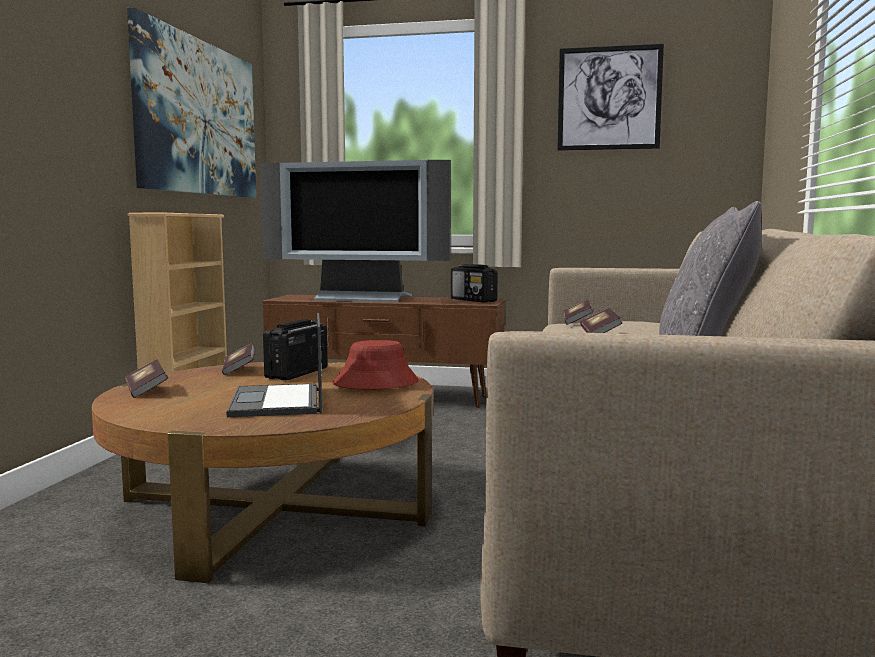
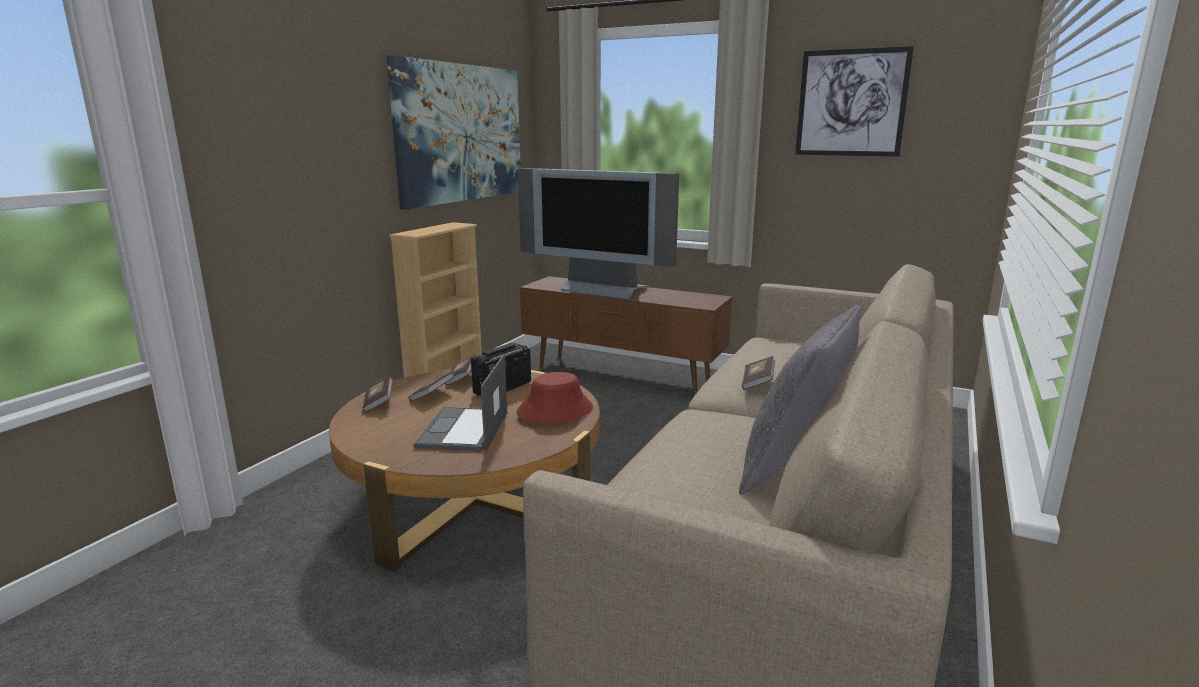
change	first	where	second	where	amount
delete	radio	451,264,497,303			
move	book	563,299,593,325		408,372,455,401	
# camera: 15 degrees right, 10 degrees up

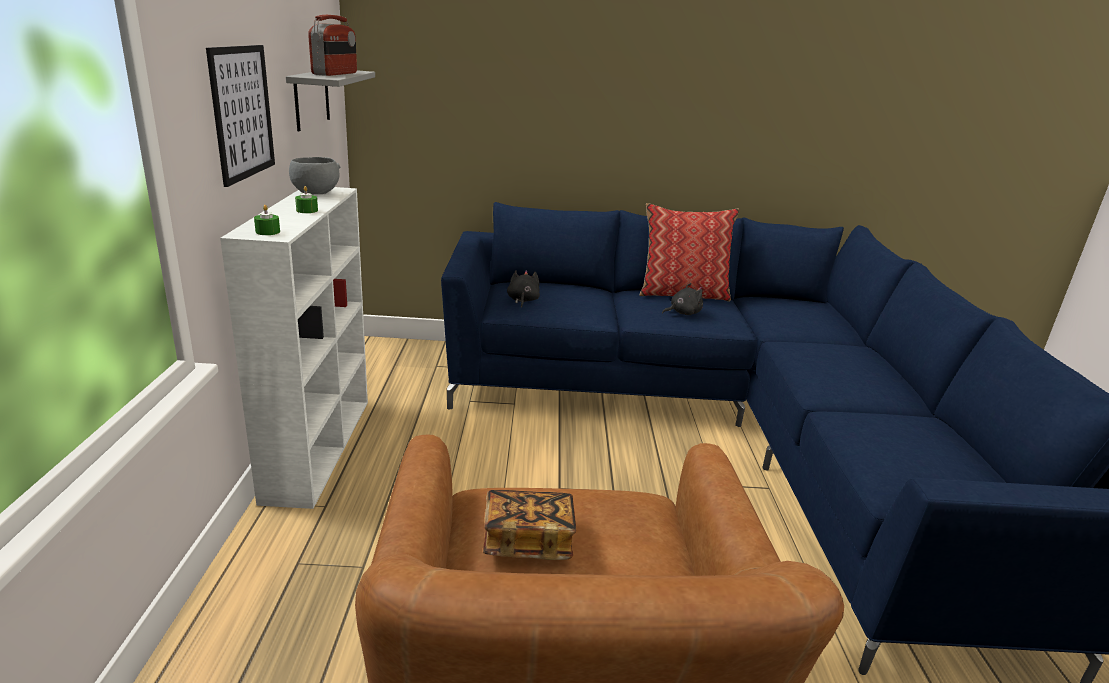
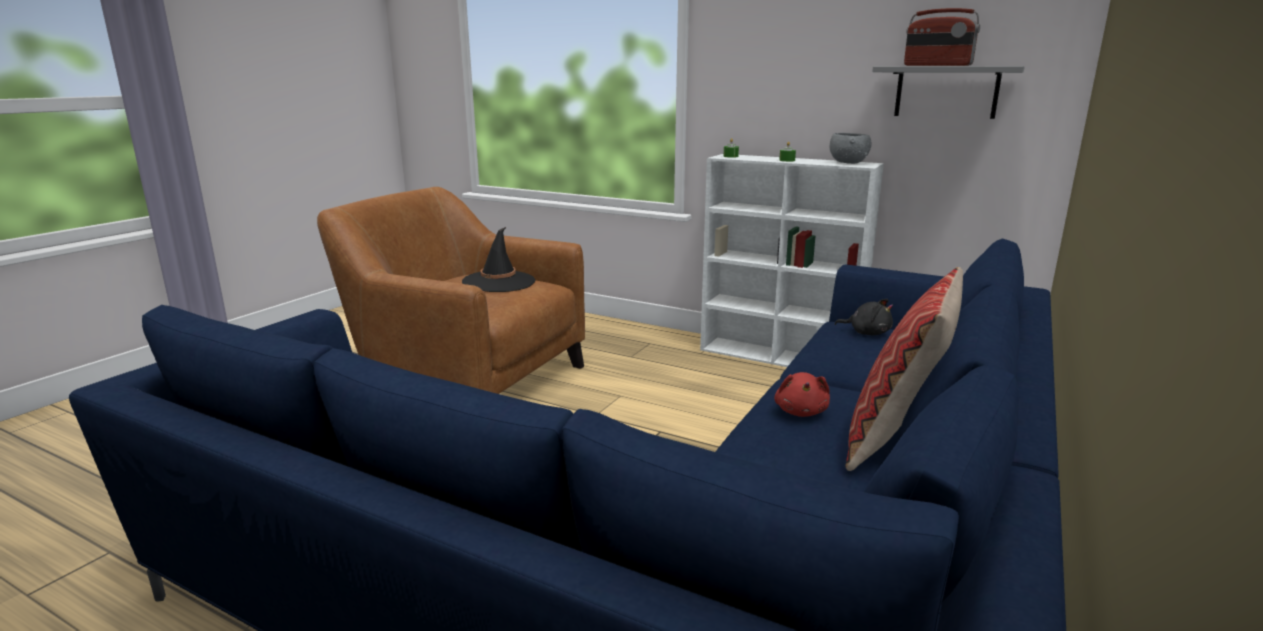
change	first	where	second	where	amount
delete	picture	206,45,275,187			
replace	book	483,490,576,560	black hat	462,227,535,292	
recolor	black plush toy	662,283,703,315	red plush toy	774,372,830,417	
# camera: 120 degrees right, 5 degrees down

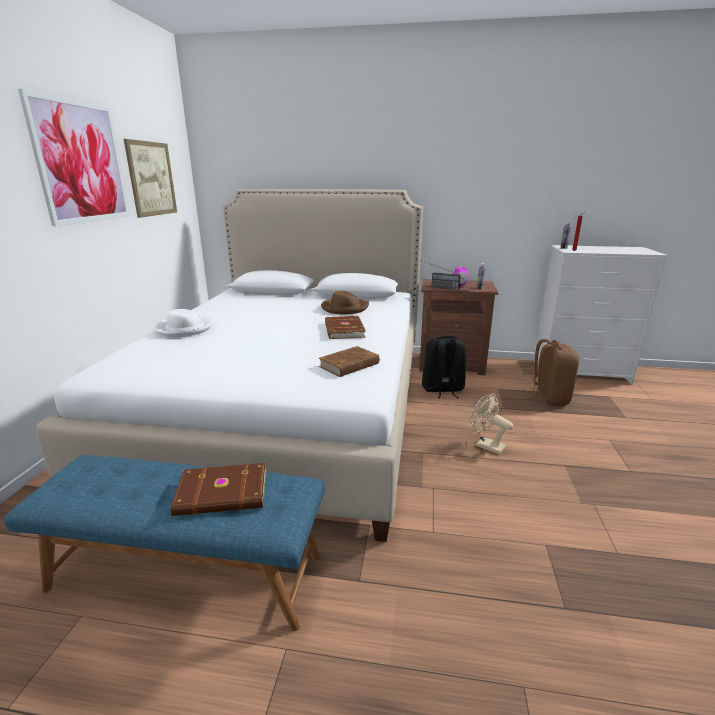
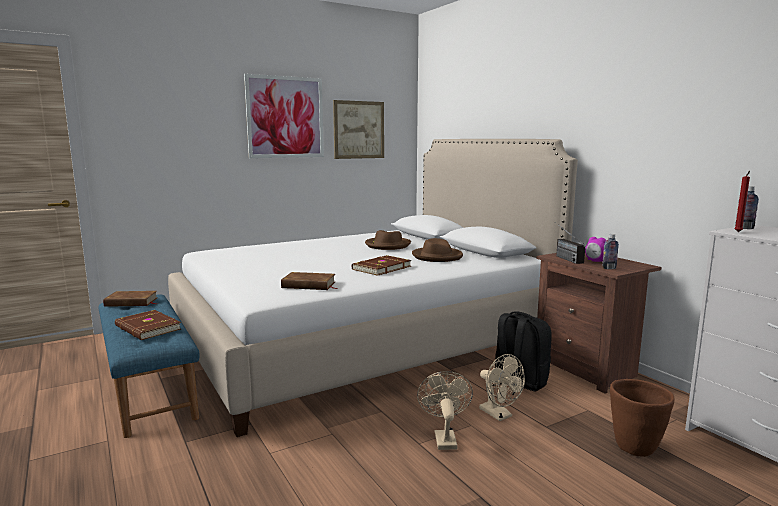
change	first	where	second	where	amount
delete	white hat	154,309,214,337			
replace	brown backpack	522,339,579,406	brown planter	610,379,675,457	
insert			brown book	103,291,157,307	
insert			brown hat	365,230,411,250	
insert			beige fan	479,354,525,421	
# camera: 50 degrees right, 10 degrees down

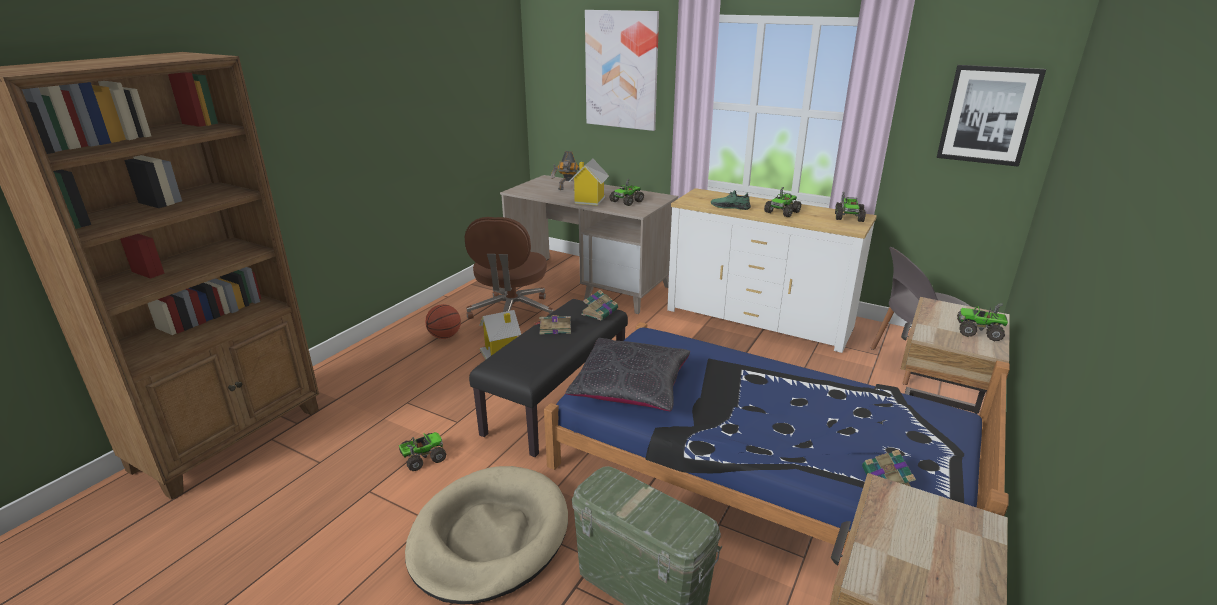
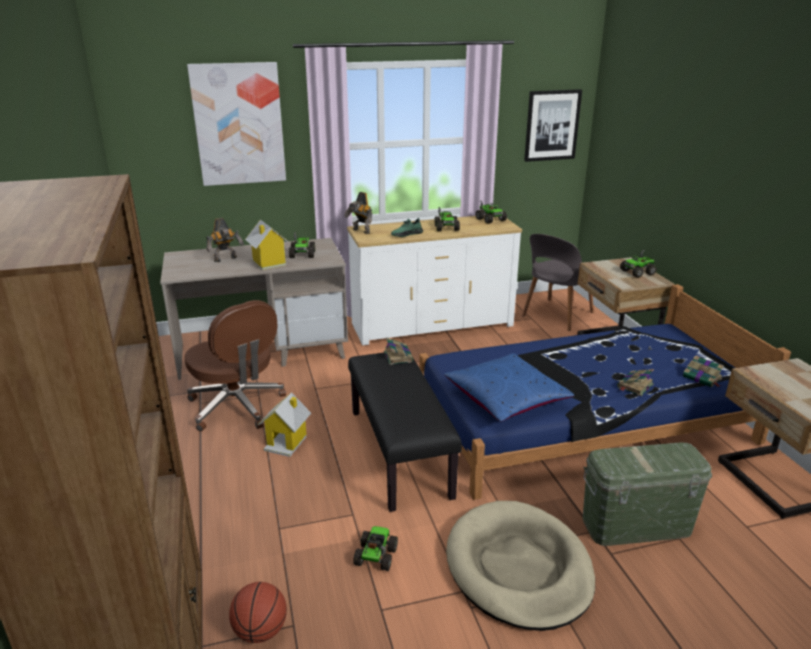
change	first	where	second	where	amount
move	basketball	425,304,461,339		229,582,287,643	
move	book	535,315,571,334		617,369,654,396	
recolor	black pillow	565,338,690,411	blue pillow	444,353,574,421	
insert			toy robot	344,192,372,234	
# camera: 45 degrees left, 0 degrees up

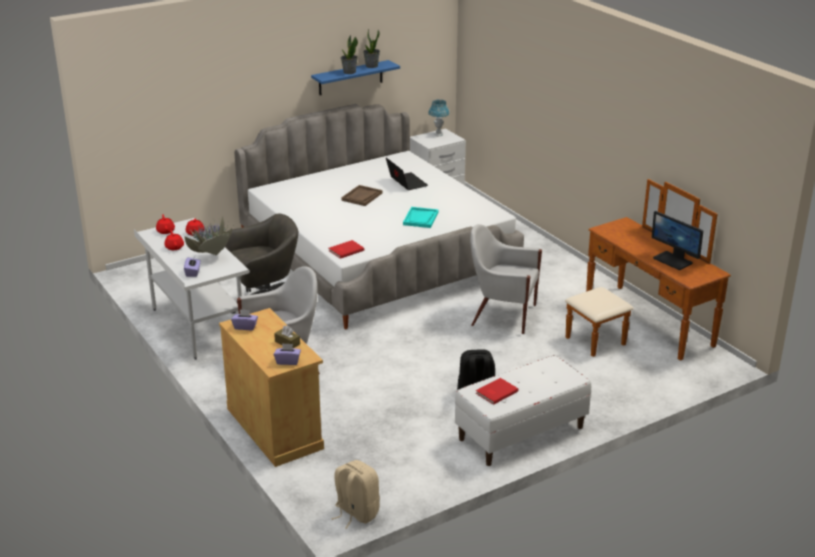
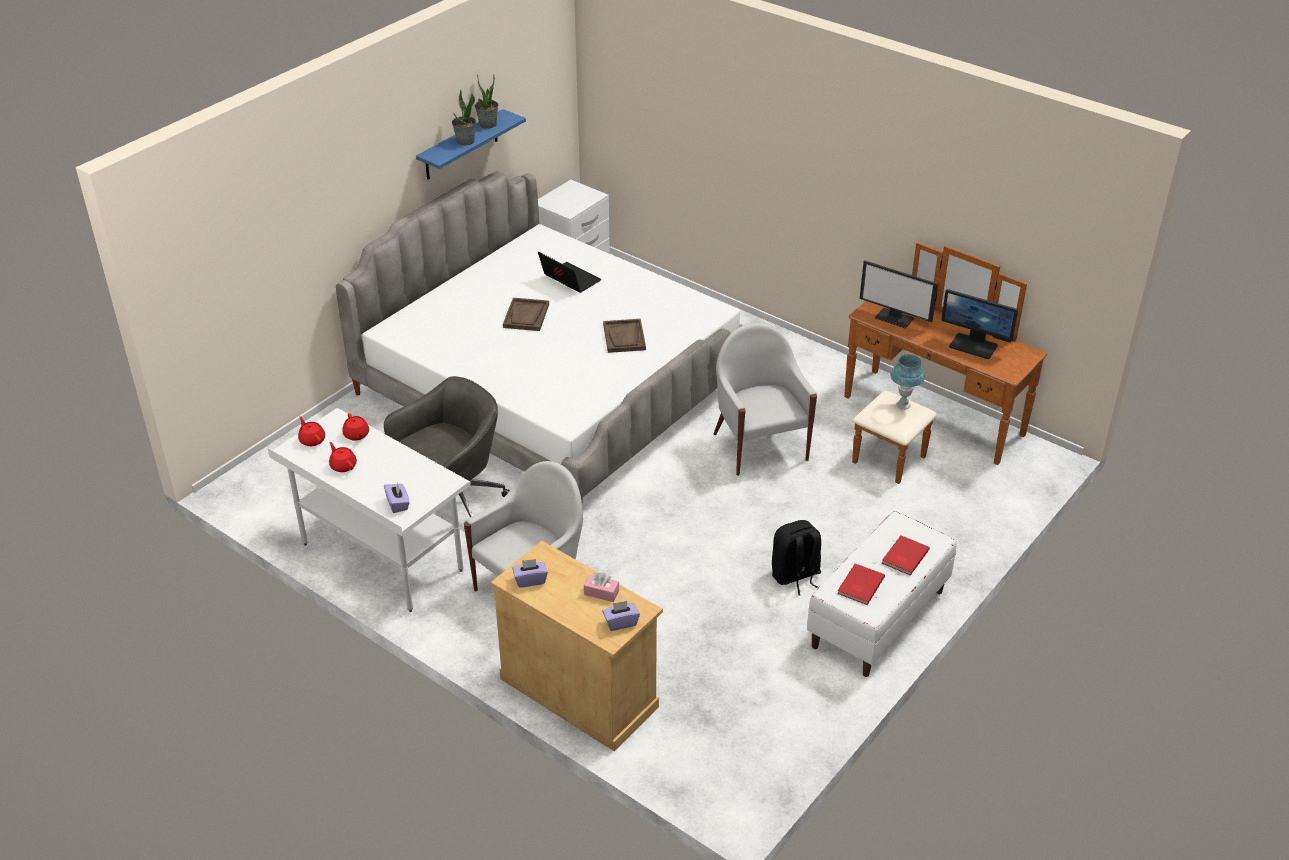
change	first	where	second	where	amount
delete	potted plant	184,216,232,256			
recolor	brown tissue box	274,326,300,348	pink tissue box	584,573,619,602	
move	red book	328,240,364,259		882,535,930,576	
delete	beige backpack	331,460,380,529			
recolor	turquoise tray	403,207,439,228	brown tray	603,319,646,353	
move	blue table lamp	428,99,449,136		890,354,925,410	
rotate	white armchair	470,224,542,334		714,323,817,476	75 degrees clockwise
insert			monitor	860,260,938,329	
# camera: 20 degrees left, 10 degrees up

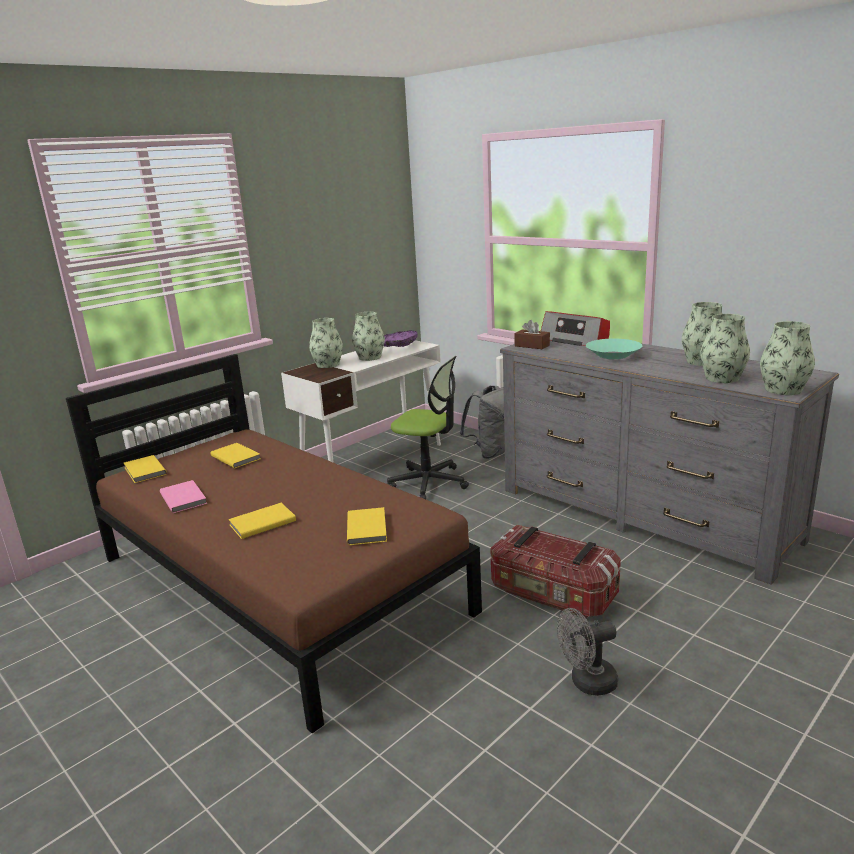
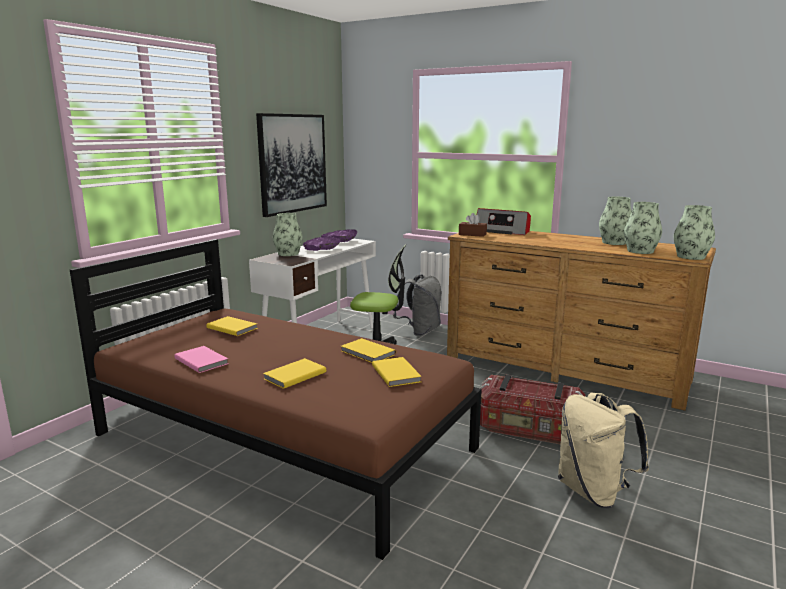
change	first	where	second	where	amount
move	yellow book	124,455,167,483		342,338,396,363	
replace	vase	352,312,385,361	purple bowl	303,236,341,251	
recolor	grey dresser	500,341,839,585	brown dresser	447,231,716,411	
replace	grey fan	557,608,618,696	beige backpack	558,392,649,508	
delete	turquoise bowl	586,339,642,359			
insert			picture	256,113,327,217	
# camera: 15 degrees left, 5 degrees down

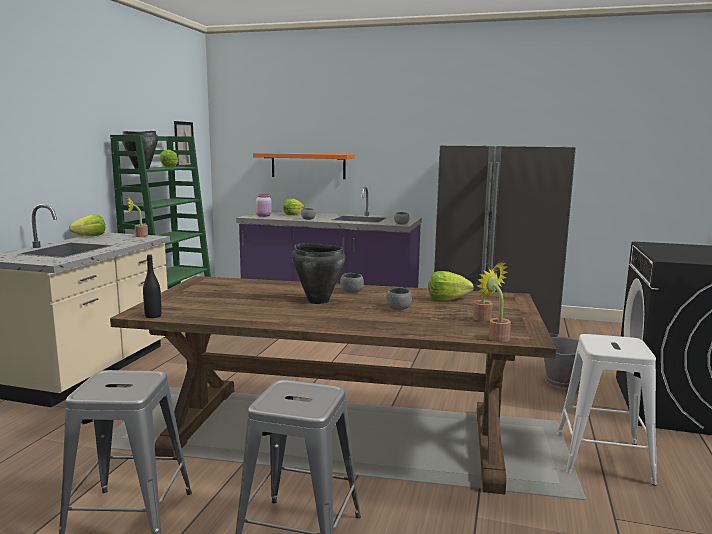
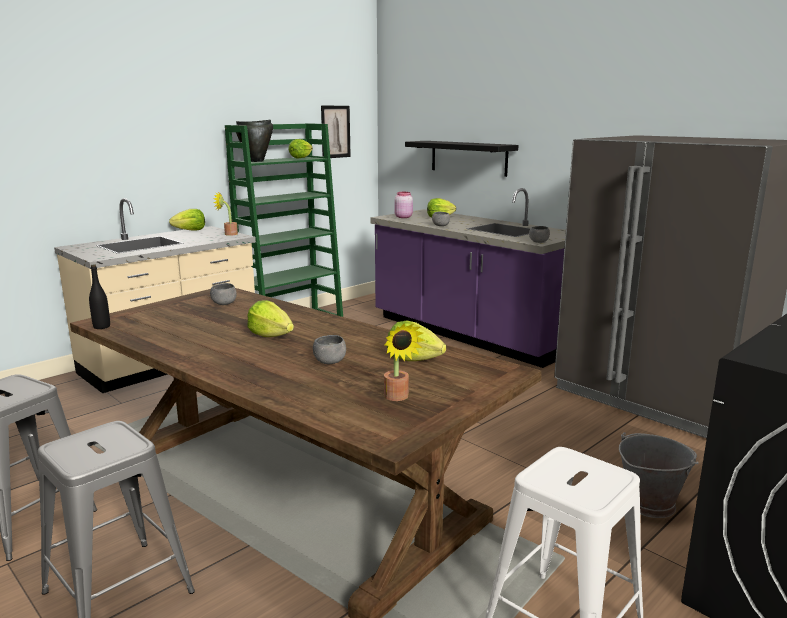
change	first	where	second	where	amount
recolor	orange shelf	253,153,354,179	black shelf	405,141,518,177	
replace	black cooking pot	292,243,346,304	lettuce	247,300,294,337	
move	grey bowl	340,273,364,293		210,283,236,305	
delete	potted plant	477,269,511,342			
# camera: 30 degrees right, 5 degrees up

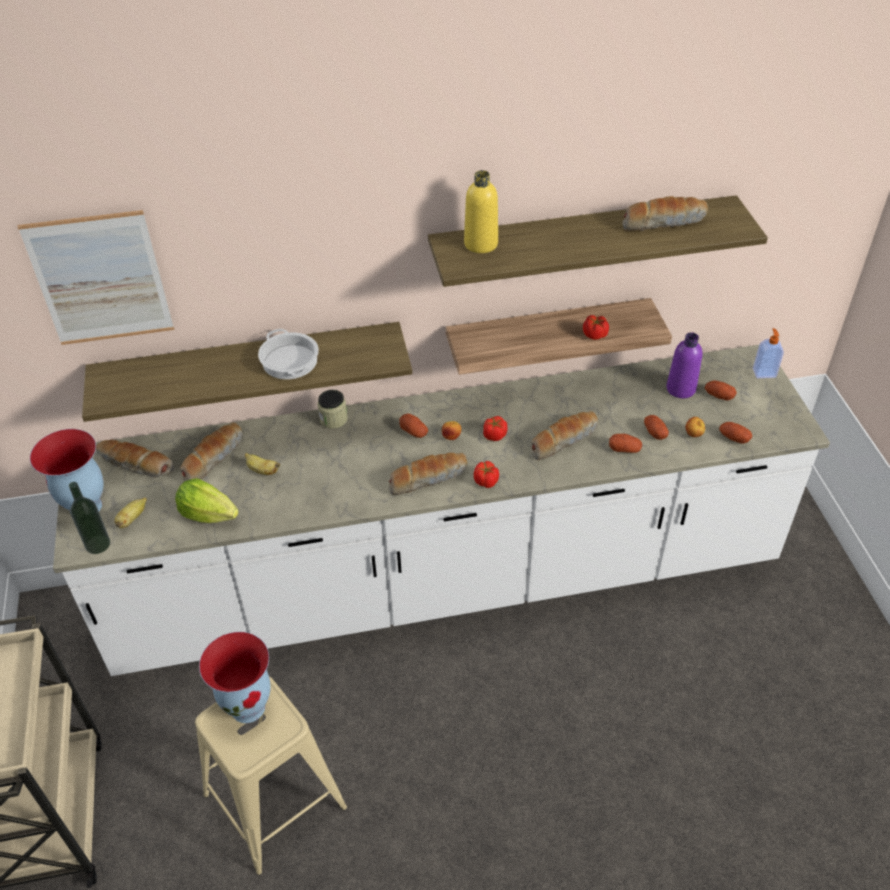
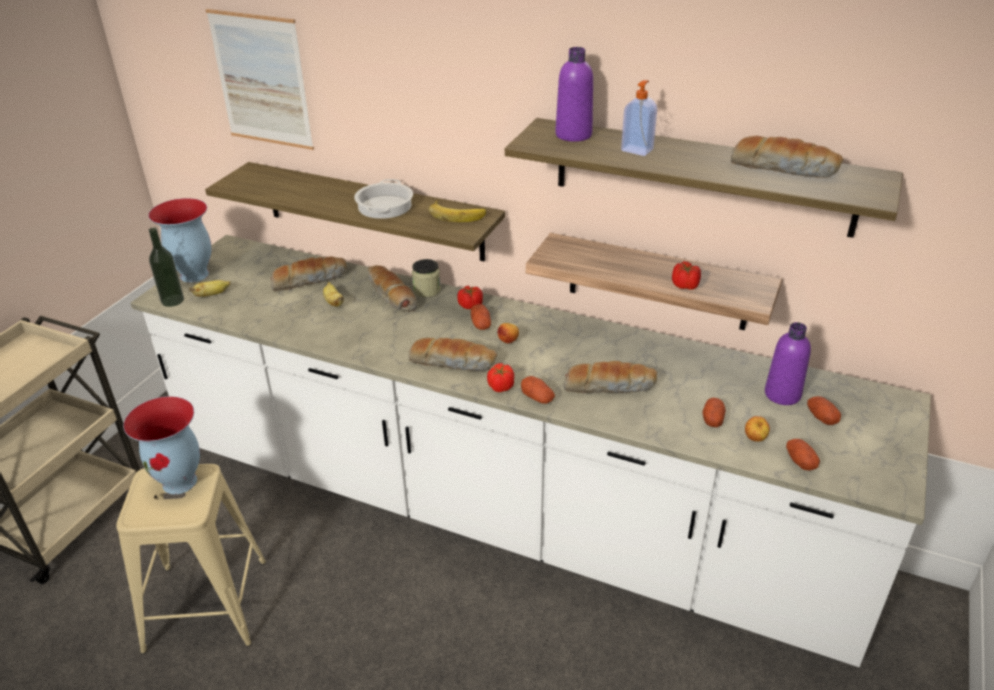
change	first	where	second	where	amount
move	bread	96,439,174,477		368,265,417,312	
delete	lettuce	175,478,239,523			
recolor	yellow bottle	464,170,498,253	purple bottle	555,47,593,142	
move	tomato	483,416,507,441		457,286,483,309	
move	potato	609,434,642,453		521,376,555,404	
move	soap dispenser	753,328,784,378		621,80,657,156	
insert			banana	429,199,487,222	
# camera: 35 degrees right, 10 degrees down

